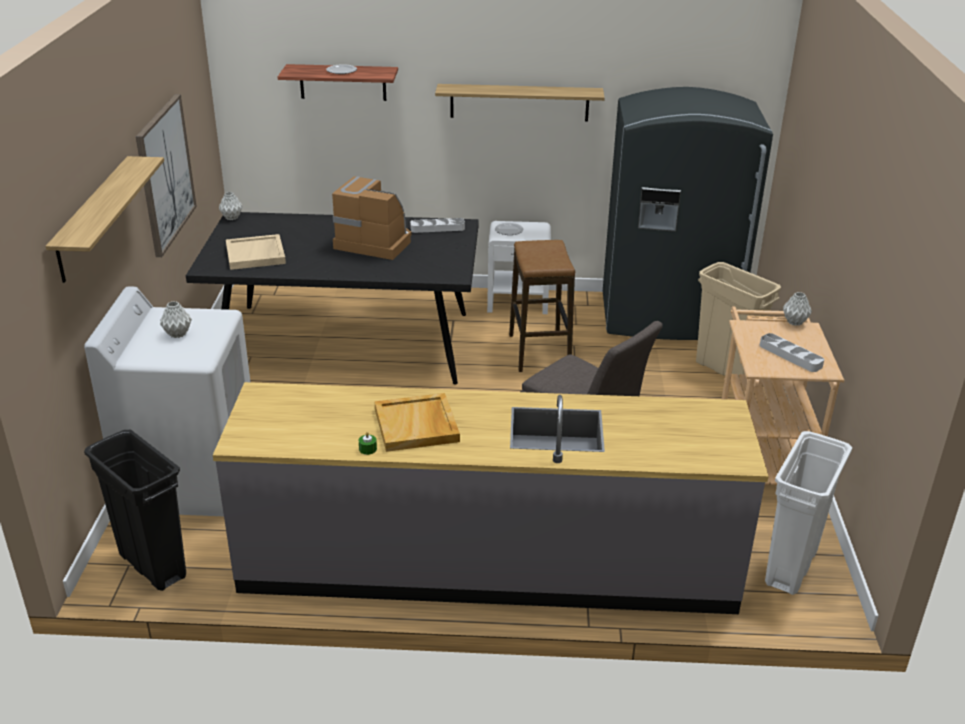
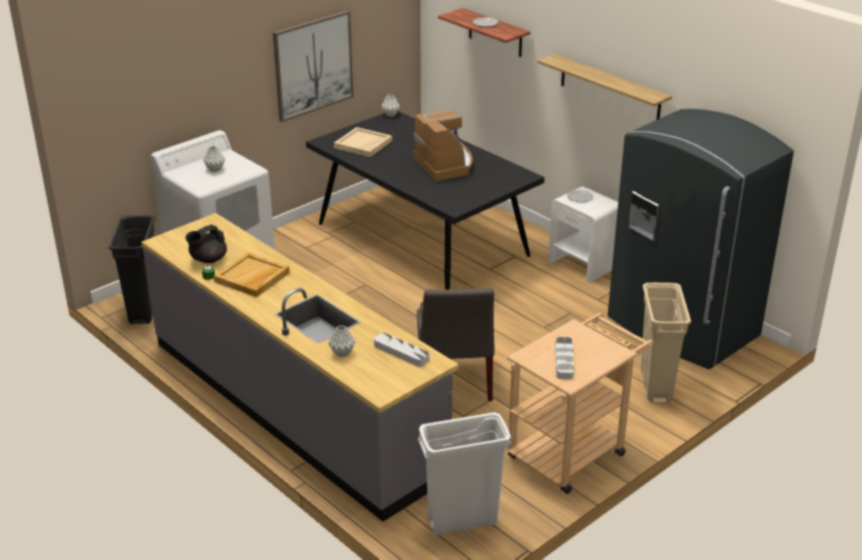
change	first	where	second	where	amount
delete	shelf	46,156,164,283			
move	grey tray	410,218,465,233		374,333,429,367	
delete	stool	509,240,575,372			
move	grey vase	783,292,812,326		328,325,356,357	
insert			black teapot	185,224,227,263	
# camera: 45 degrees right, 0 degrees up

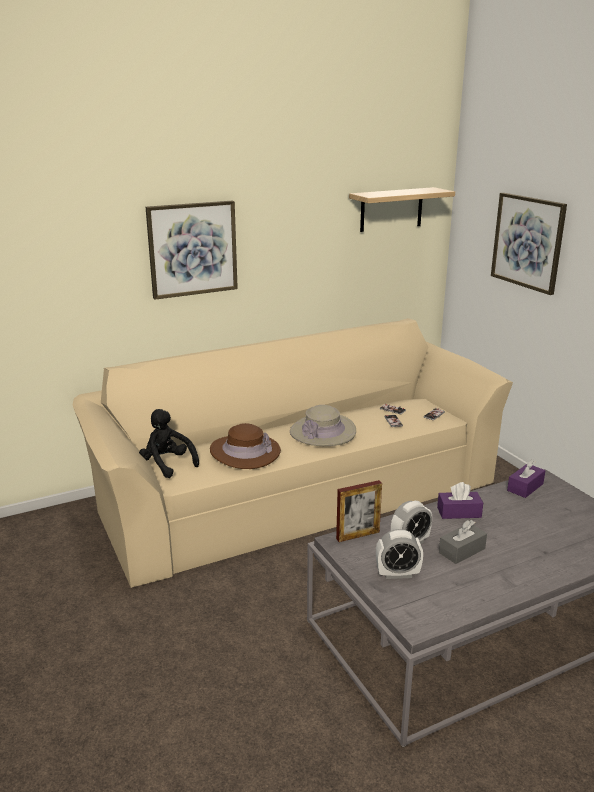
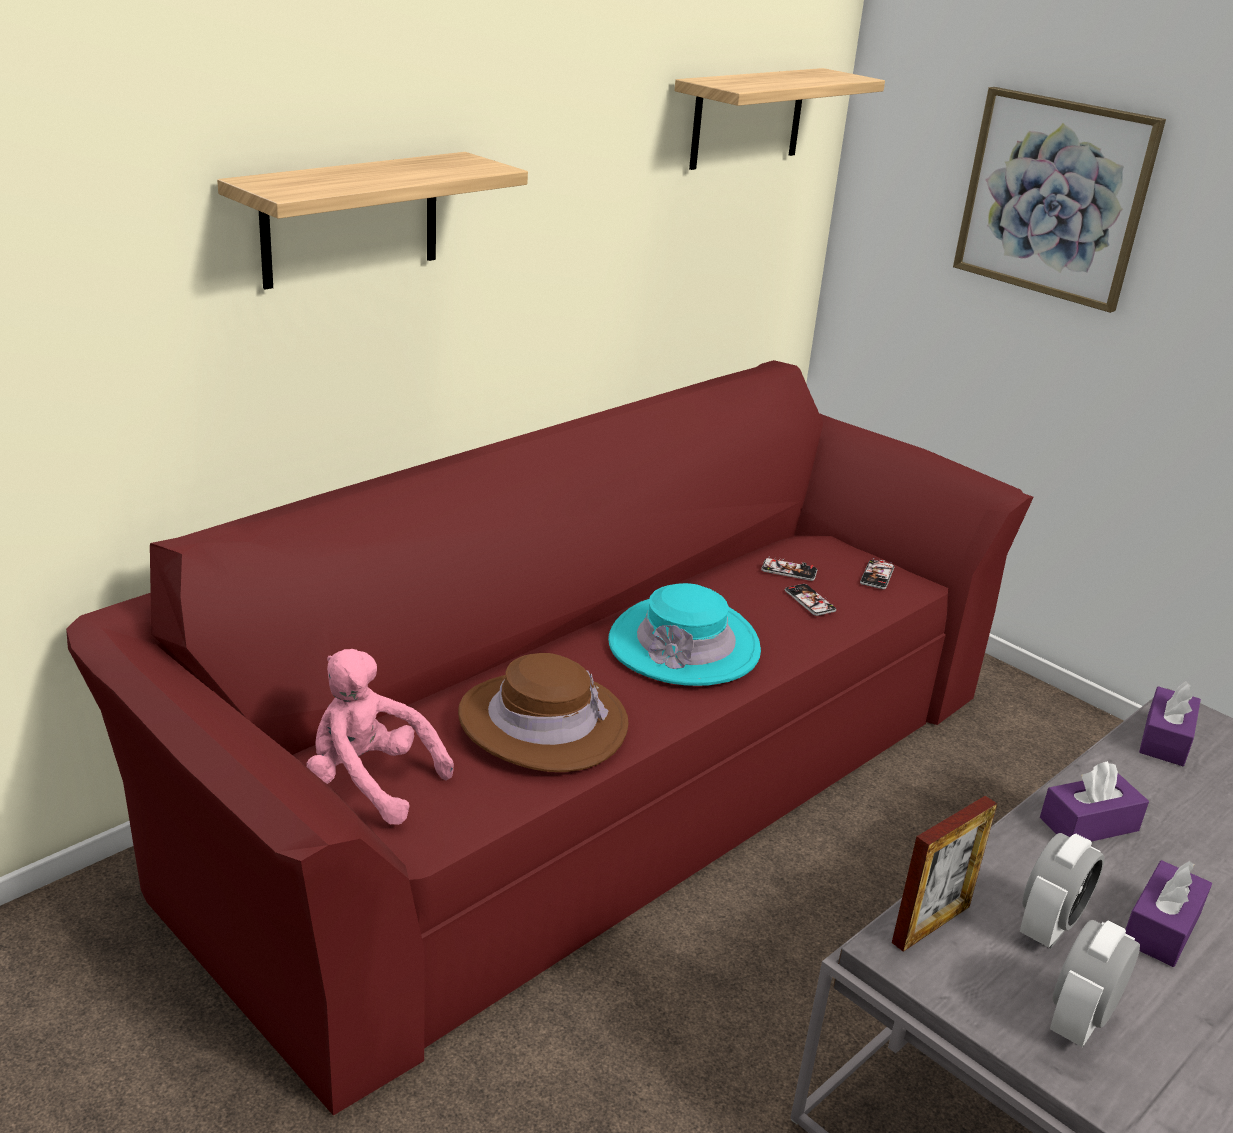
change	first	where	second	where	amount
recolor	beige sofa	73,318,513,588	red sofa	66,360,1034,1116	
recolor	black plush toy	139,409,199,478	pink plush toy	306,649,454,825	
replace	picture	146,200,238,300	shelf	217,152,528,290	
recolor	beige hat	290,405,356,446	turquoise hat	608,583,761,686	
rotate	alarm clock	376,529,423,579		1050,920,1140,1047	150 degrees clockwise
recolor	grey tissue box	439,520,487,564	purple tissue box	1125,860,1212,967	
# camera: 20 degrees left, 5 degrees up

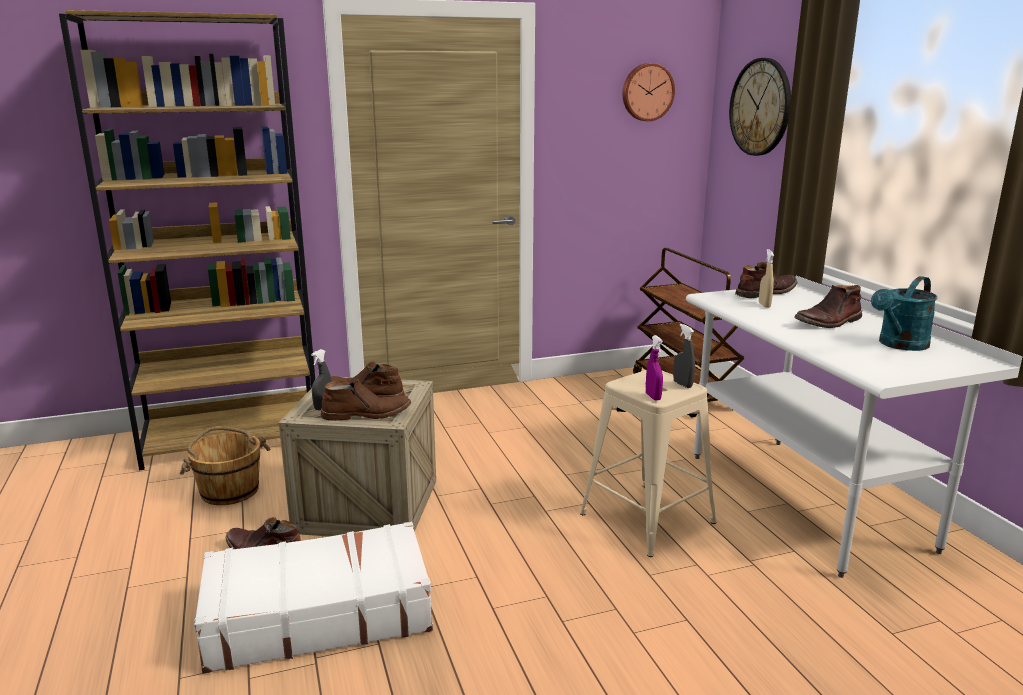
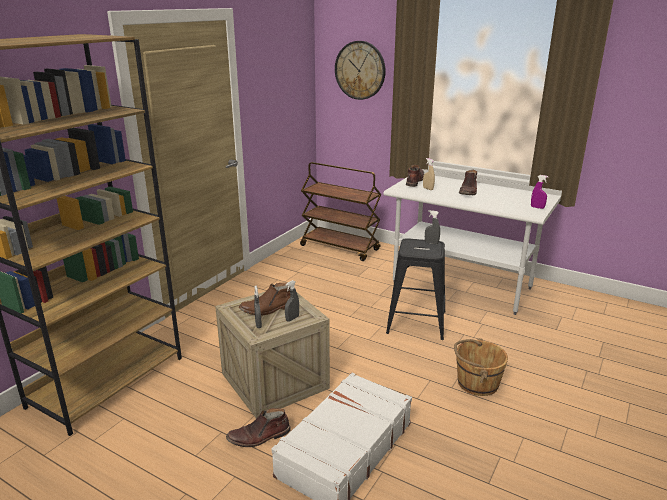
change	first	where	second	where	amount
move	brown bucket	180,426,270,505		454,338,508,396	
replace	brown boot	321,379,411,421	grey spray bottle	285,280,299,322	
recolor	beige stool	580,370,716,557	black stool	386,238,446,340	
delete	wall clock	623,63,675,121			
move	purple spray bottle	646,335,663,400		531,175,549,209	
delete	turquoise watering can	871,276,937,351			
# camera: 40 degrees left, 5 degrees up

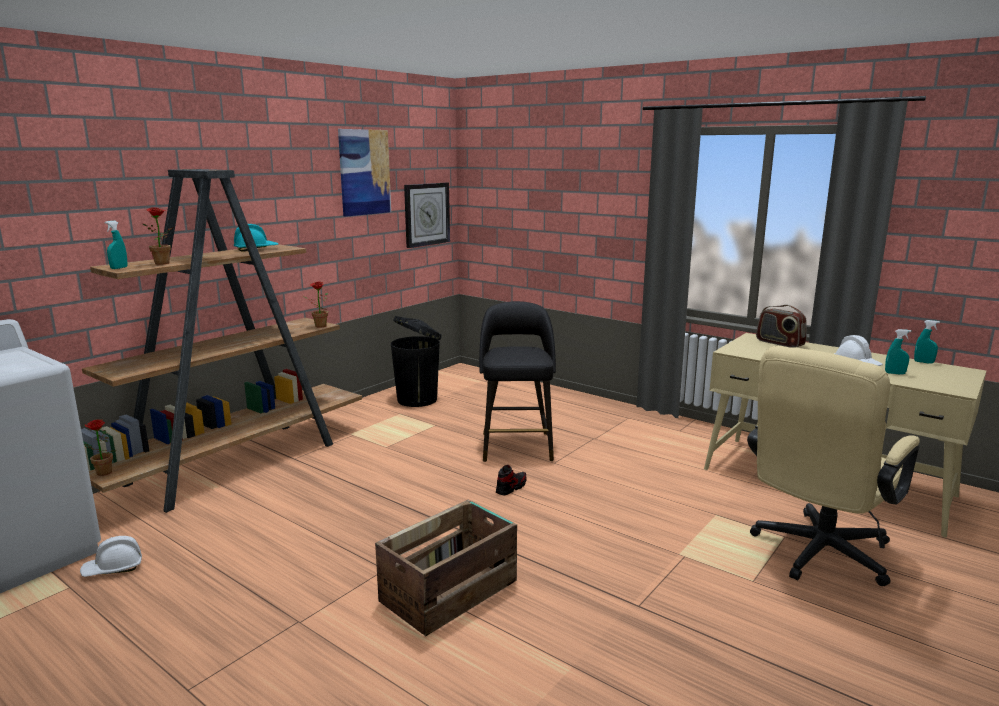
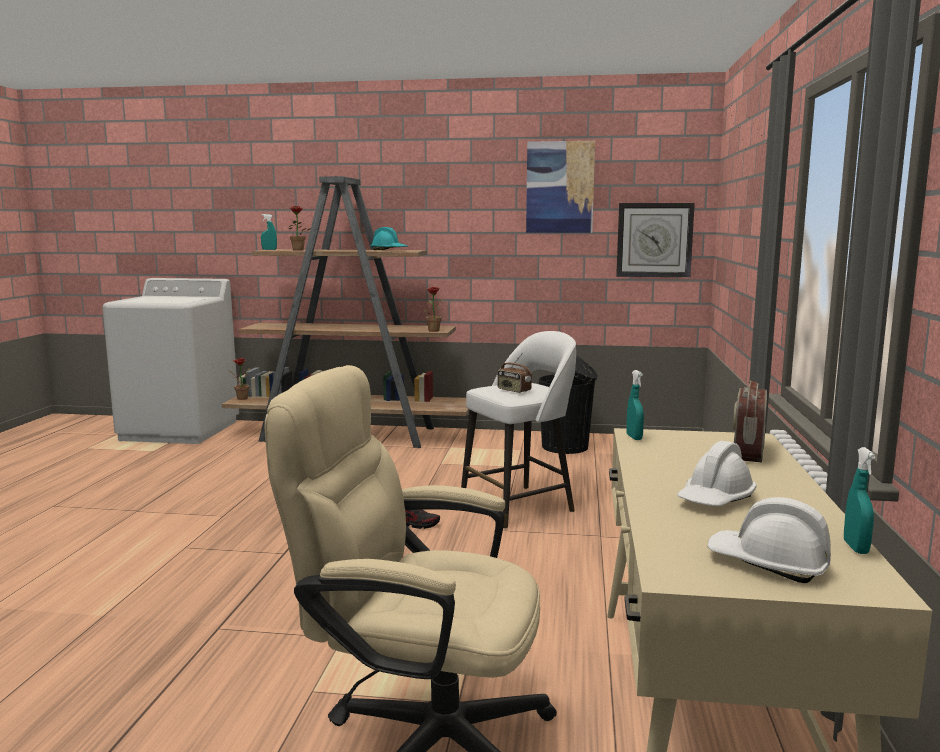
change	first	where	second	where	amount
move	white hard hat	80,536,142,577		708,497,831,583	
delete	crate	375,500,517,636			
recolor	black stool	479,301,556,462	white stool	461,331,576,529	
move	turquoise spray bottle	885,329,911,375		626,370,644,440	
insert			radio	497,353,532,393	
# camera: 60 degrees right, 5 degrees down

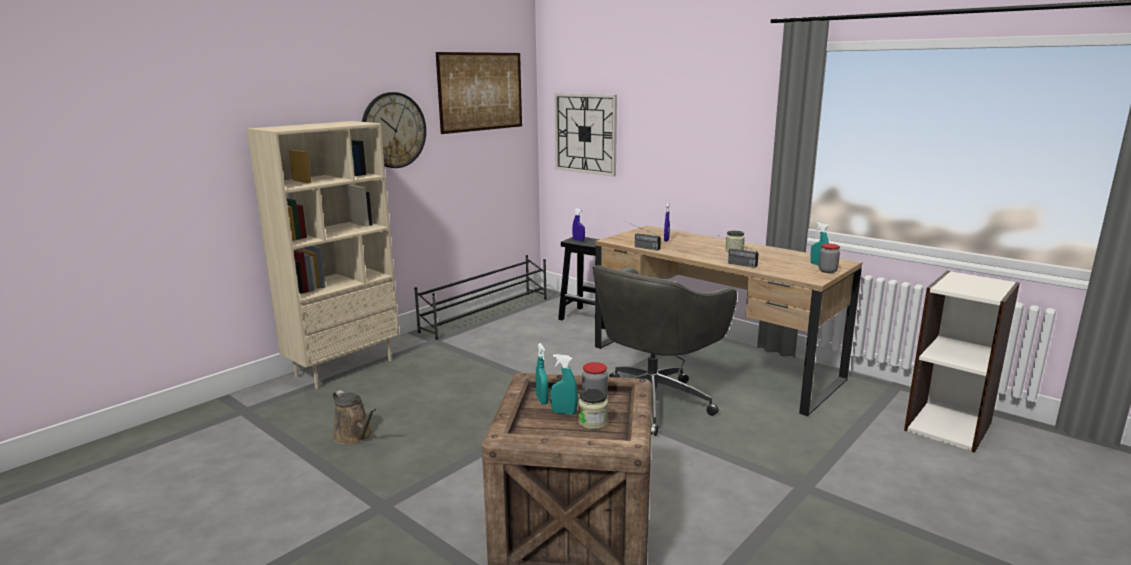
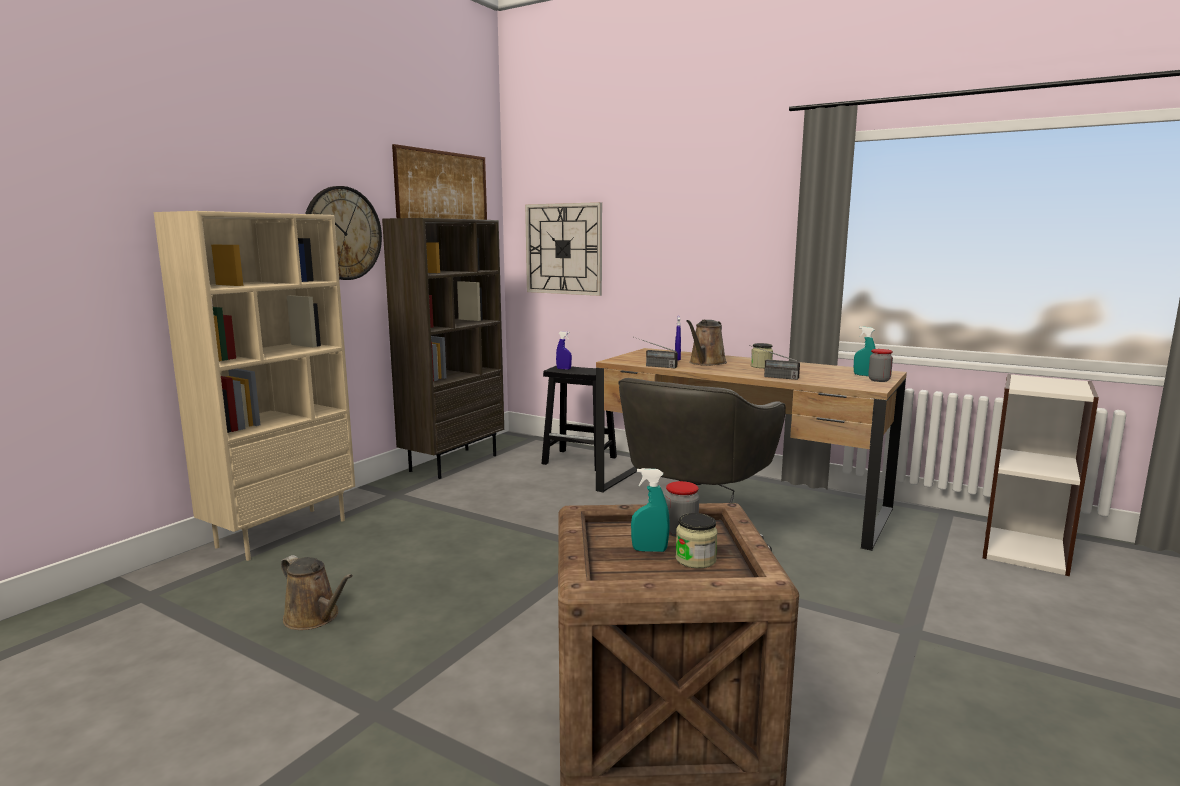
change	first	where	second	where	amount
replace	black shoe rack	414,255,547,340	brown bookcase	382,218,504,479	
delete	turquoise spray bottle	536,343,549,405			
insert			brown watering can	686,320,727,366	
# camera: 10 degrees left, 5 degrees down

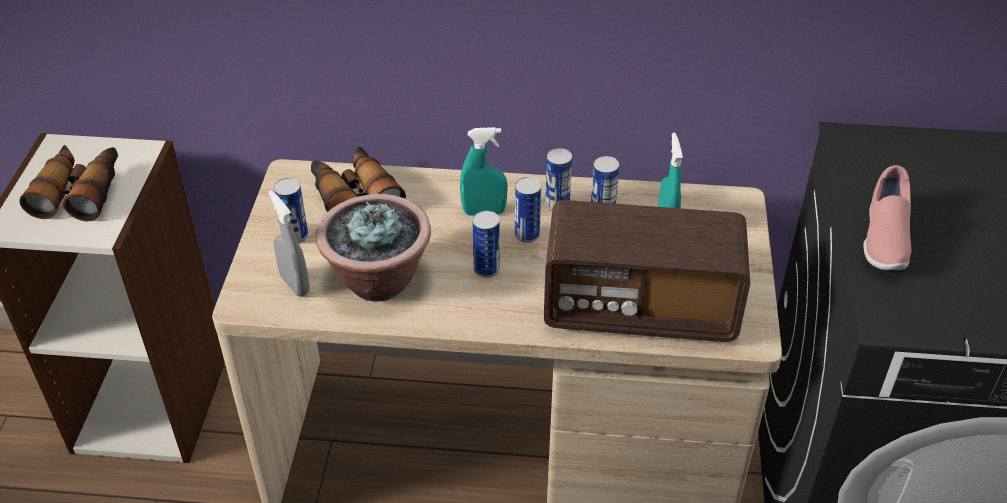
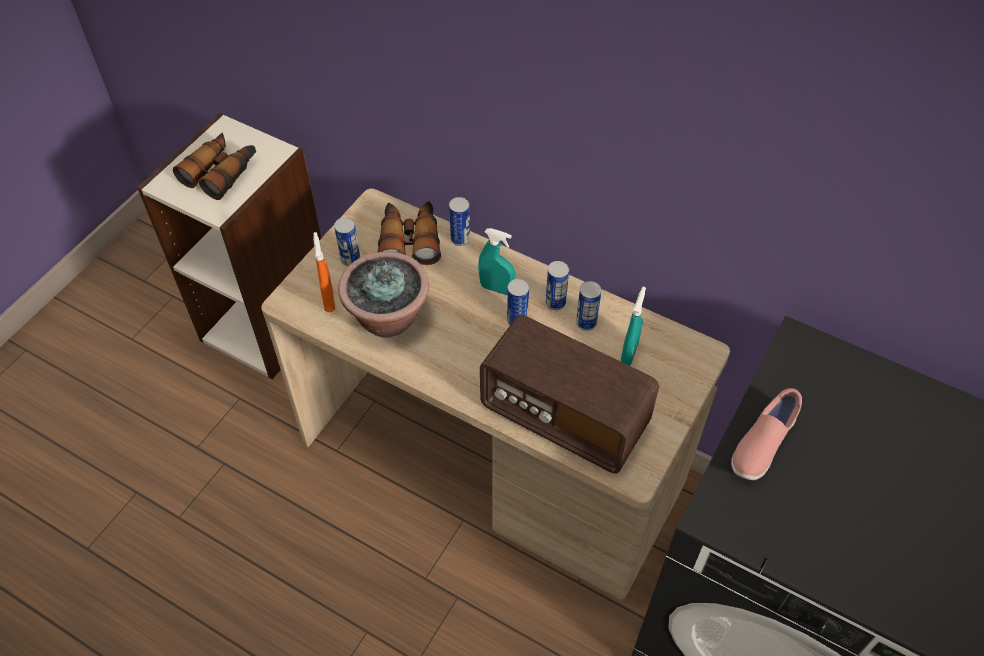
change	first	where	second	where	amount
recolor	grey spray bottle	268,190,310,297	orange spray bottle	313,232,335,312	
move	can	473,211,500,278		449,197,470,246	
# camera: 25 degrees right, 10 degrees up

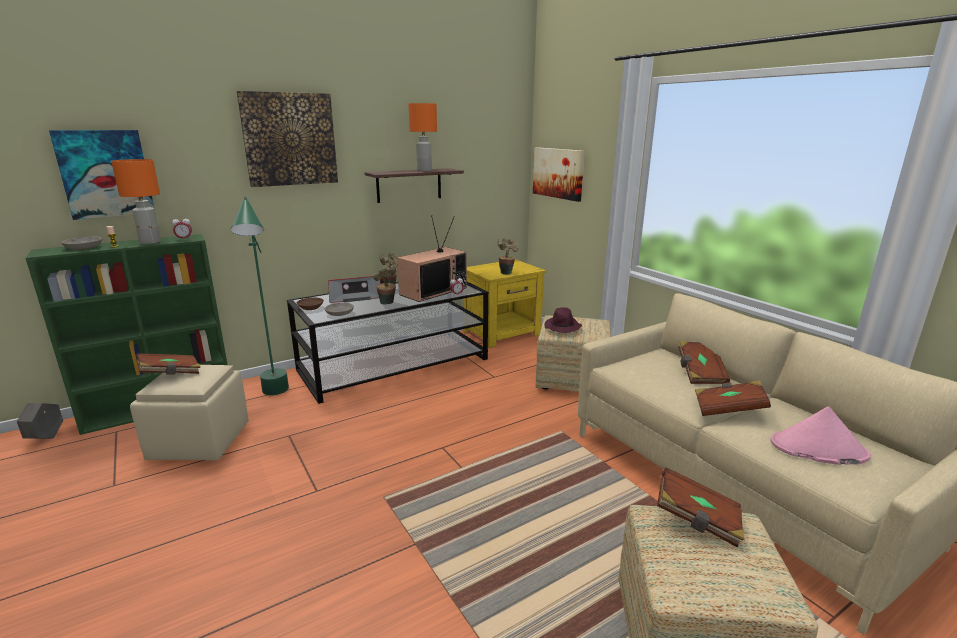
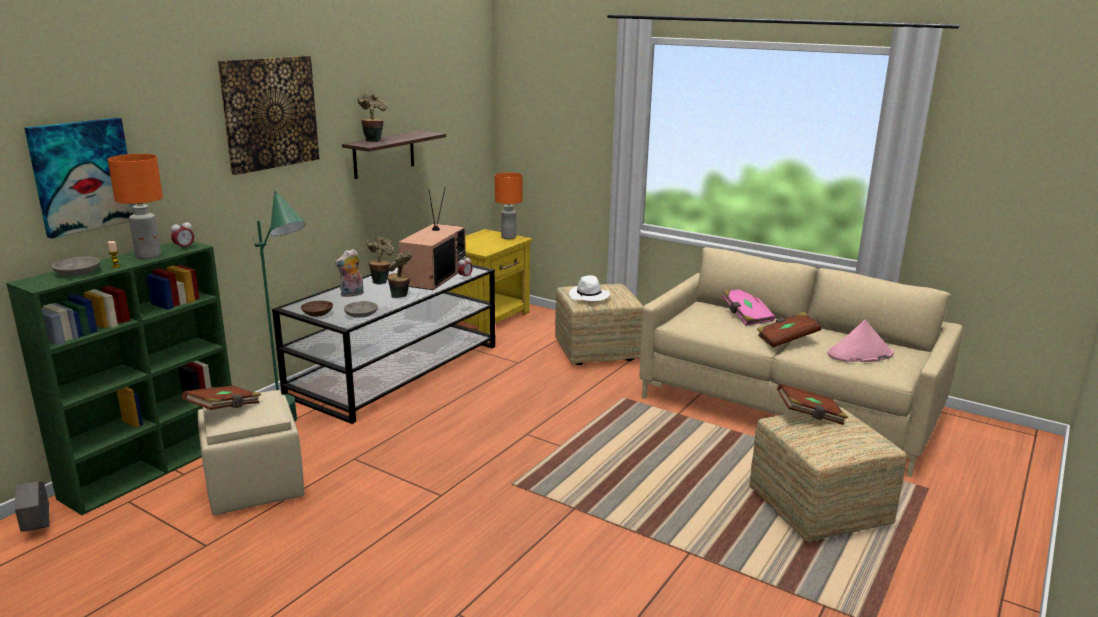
change	first	where	second	where	amount
replace	radio	328,276,381,303	plush toy	335,249,364,297	
move	orange table lamp	408,103,437,171		495,172,523,239	
move	potted plant	497,238,519,275		357,93,387,142	
delete	picture	533,147,585,202			
recolor	purple hat	544,307,582,333	white hat	569,275,610,301	
recolor	brown book	678,341,730,384	pink book	722,289,775,326	
# camera: 25 degrees left, 0 degrees up

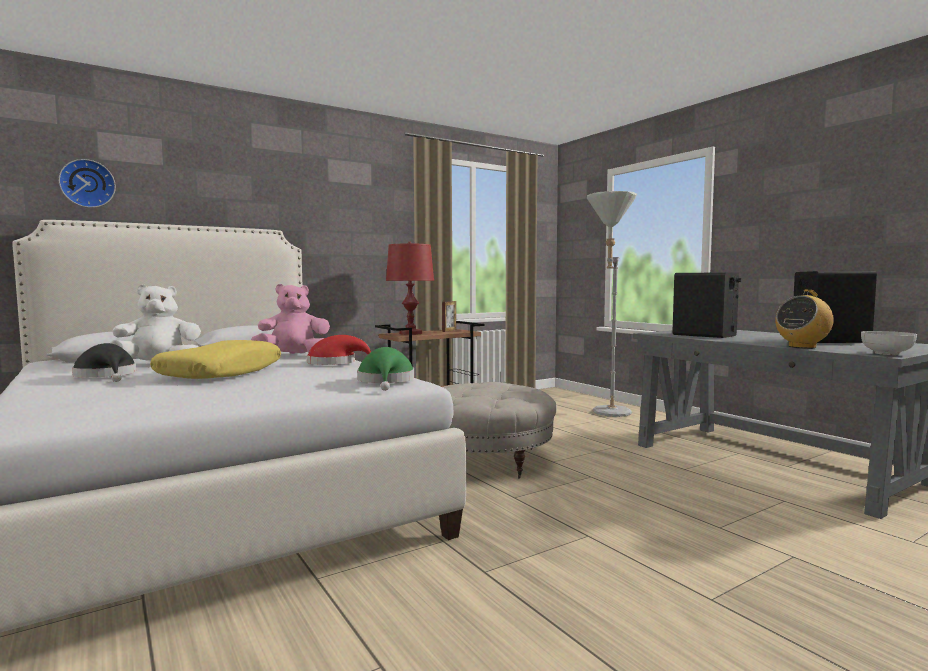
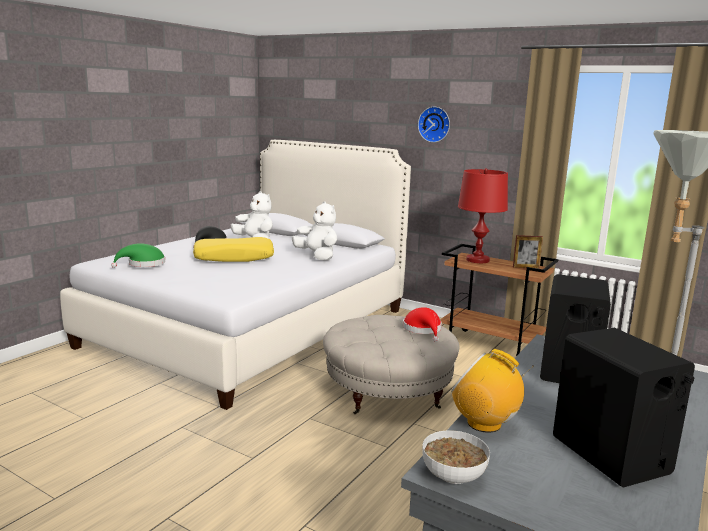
change	first	where	second	where	amount
move	wall clock	59,159,116,208		418,107,450,143	
recolor	pink plush toy	251,284,330,354	white plush toy	292,201,337,261	
move	red hat	307,335,371,365		403,307,442,342	
move	green hat	357,347,414,391		111,243,165,268	
# camera: 65 degrees right, 10 degrees up

